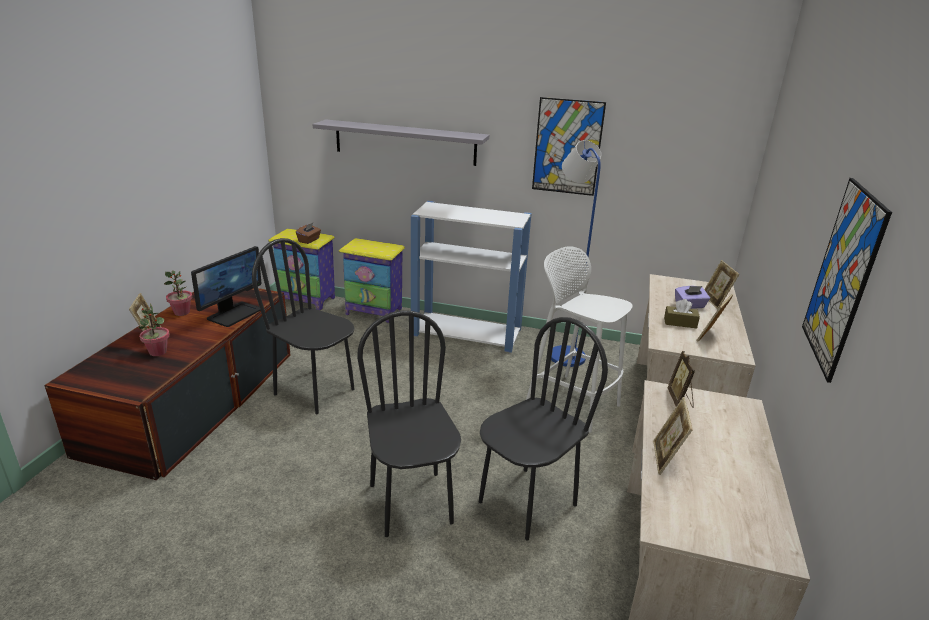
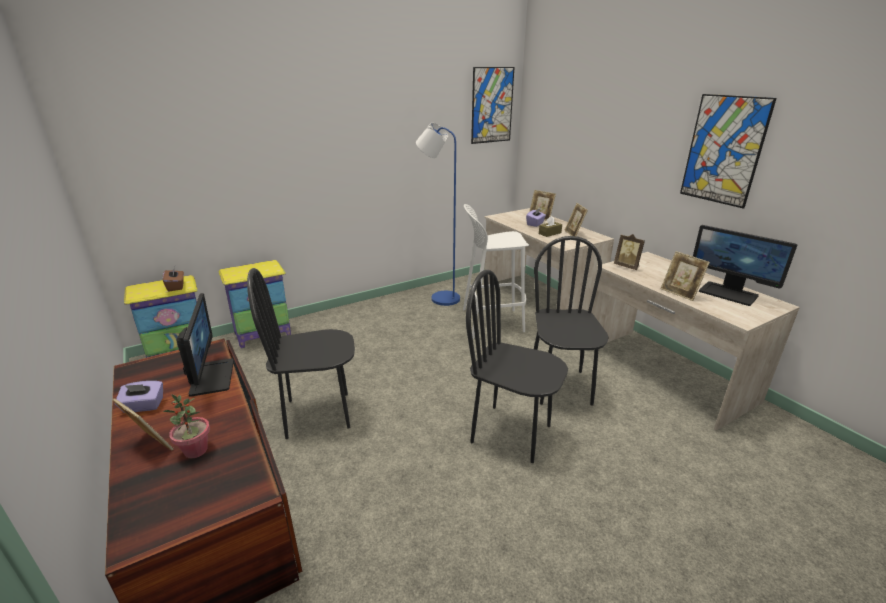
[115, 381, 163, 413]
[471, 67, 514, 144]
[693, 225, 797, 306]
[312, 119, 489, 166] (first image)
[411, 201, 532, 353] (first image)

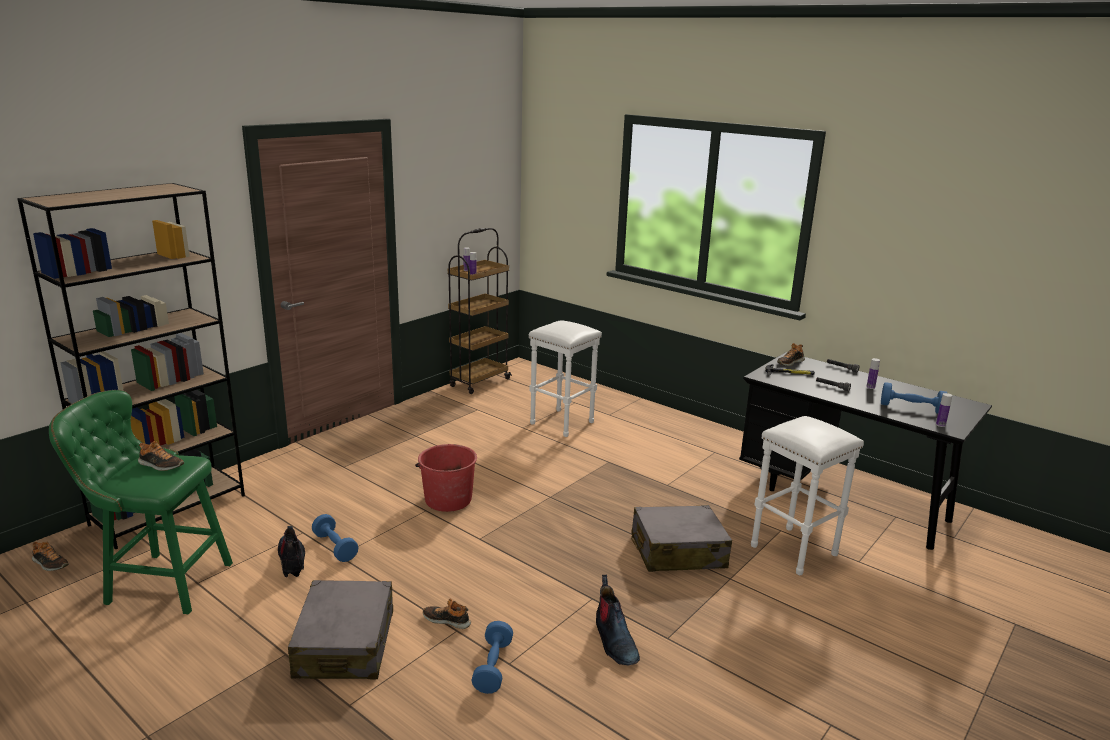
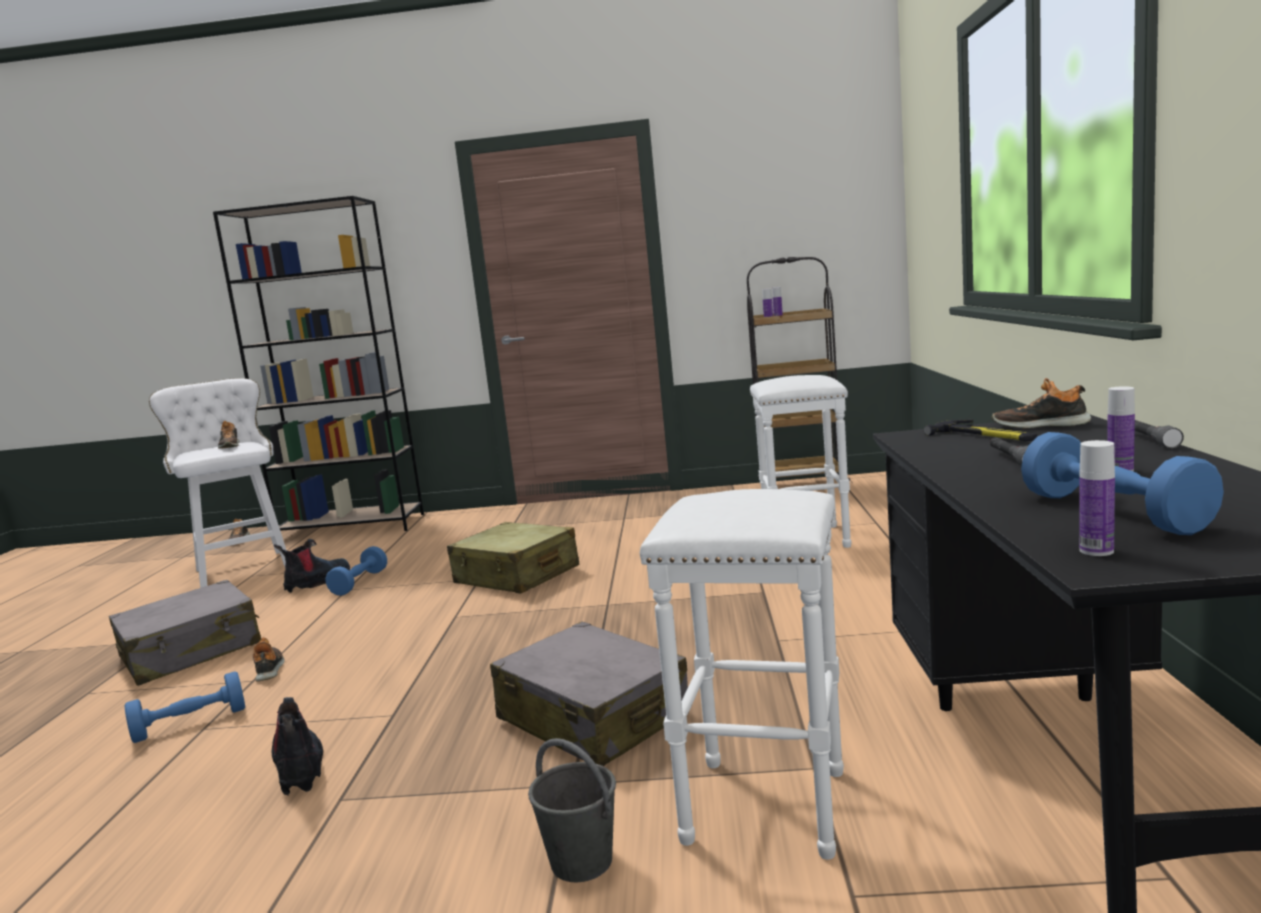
[149, 378, 286, 588]
[272, 697, 323, 795]
[447, 522, 579, 593]
[528, 738, 616, 882]

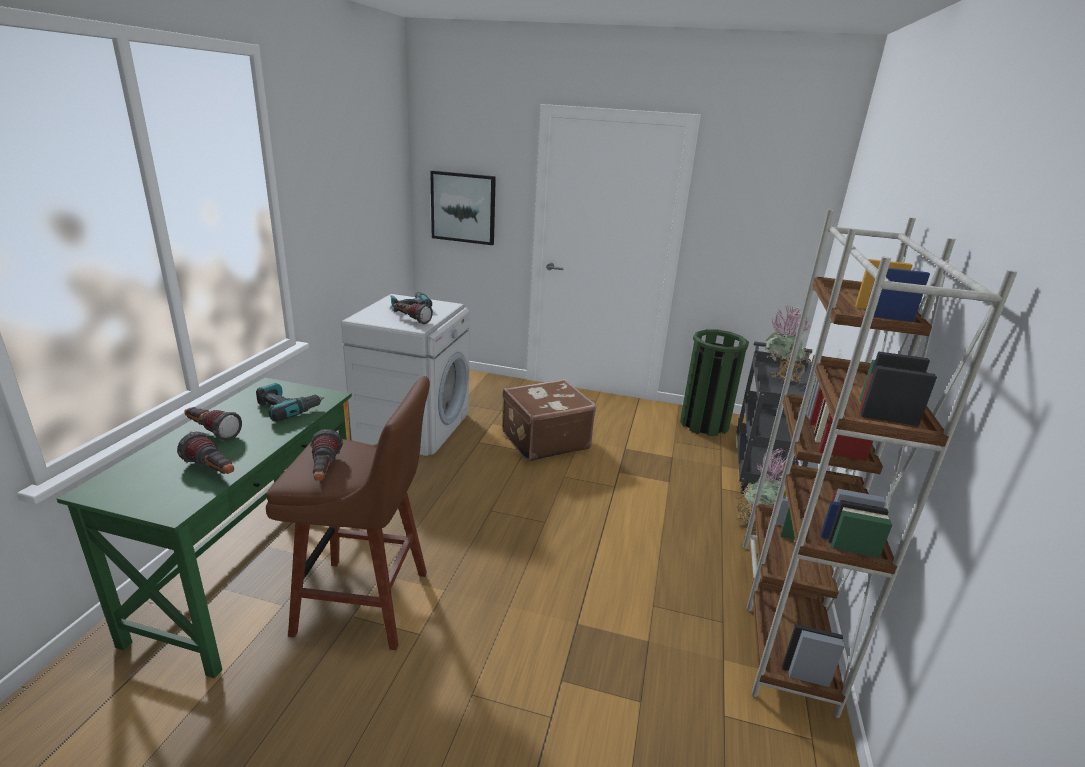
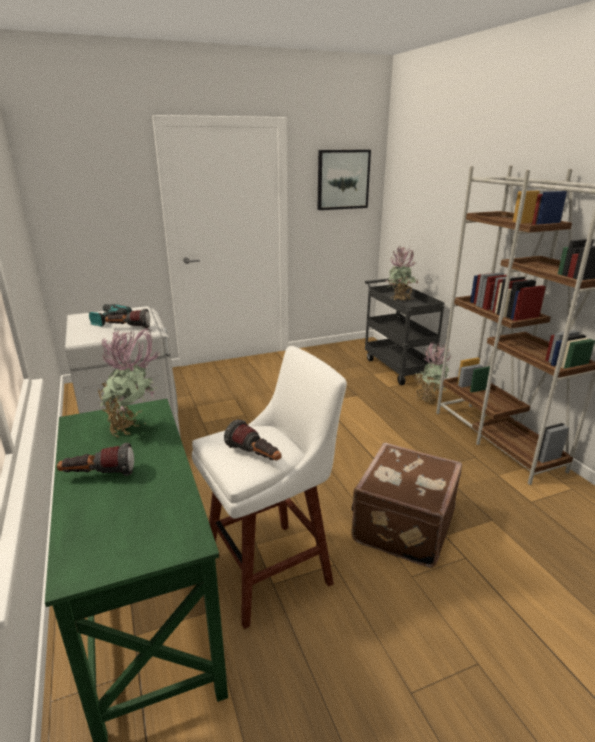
[98, 327, 161, 437]
[192, 346, 347, 629]
[317, 150, 371, 210]
[351, 442, 462, 568]
[177, 432, 234, 474] (first image)
[680, 329, 749, 436] (first image)

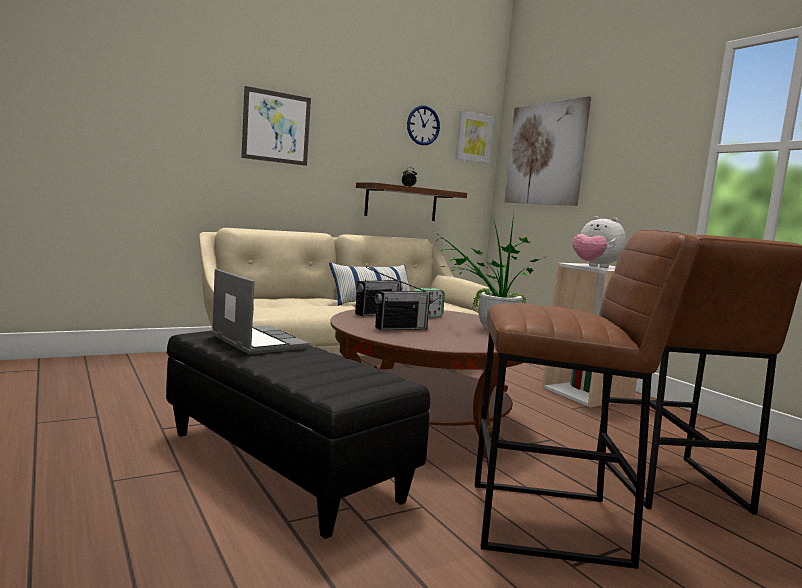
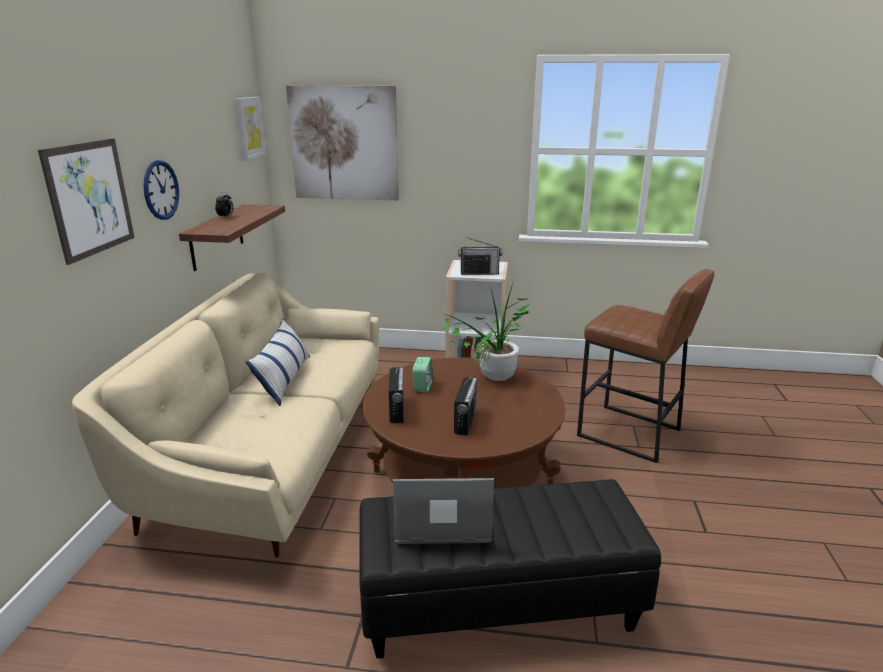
[143, 160, 179, 220]
[458, 237, 502, 275]
[475, 230, 699, 569] (first image)

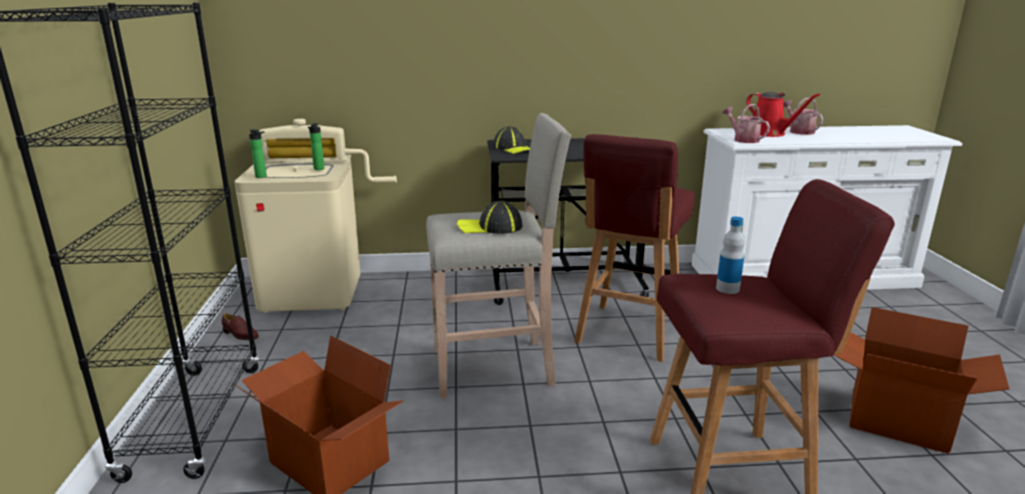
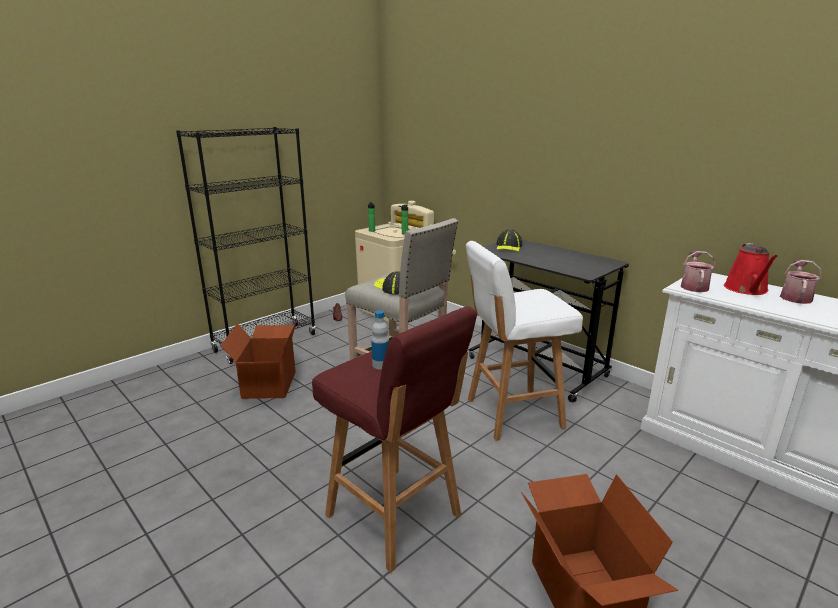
[466, 241, 583, 441]

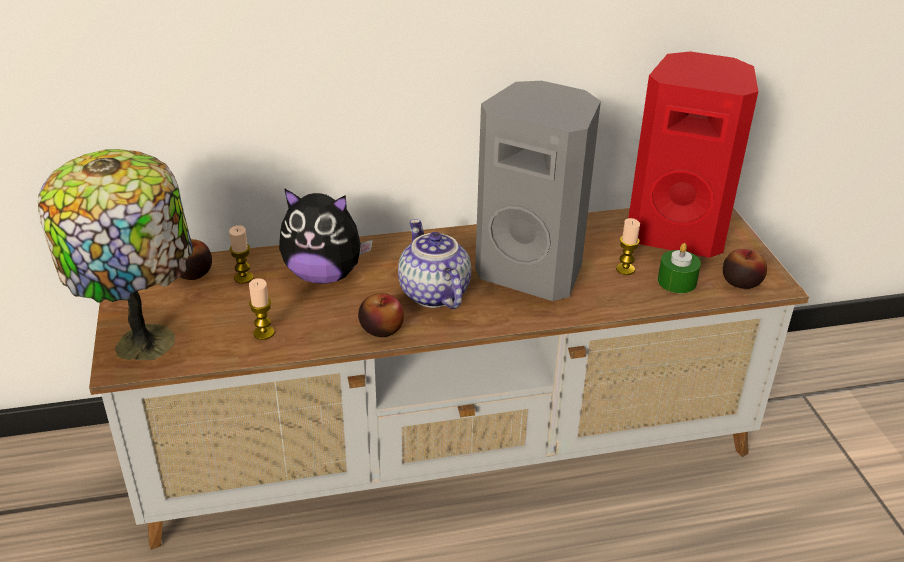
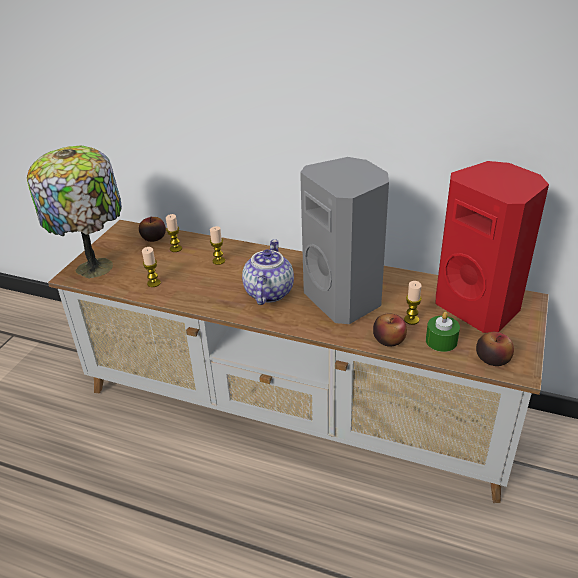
[210, 226, 225, 265]
[373, 313, 407, 347]

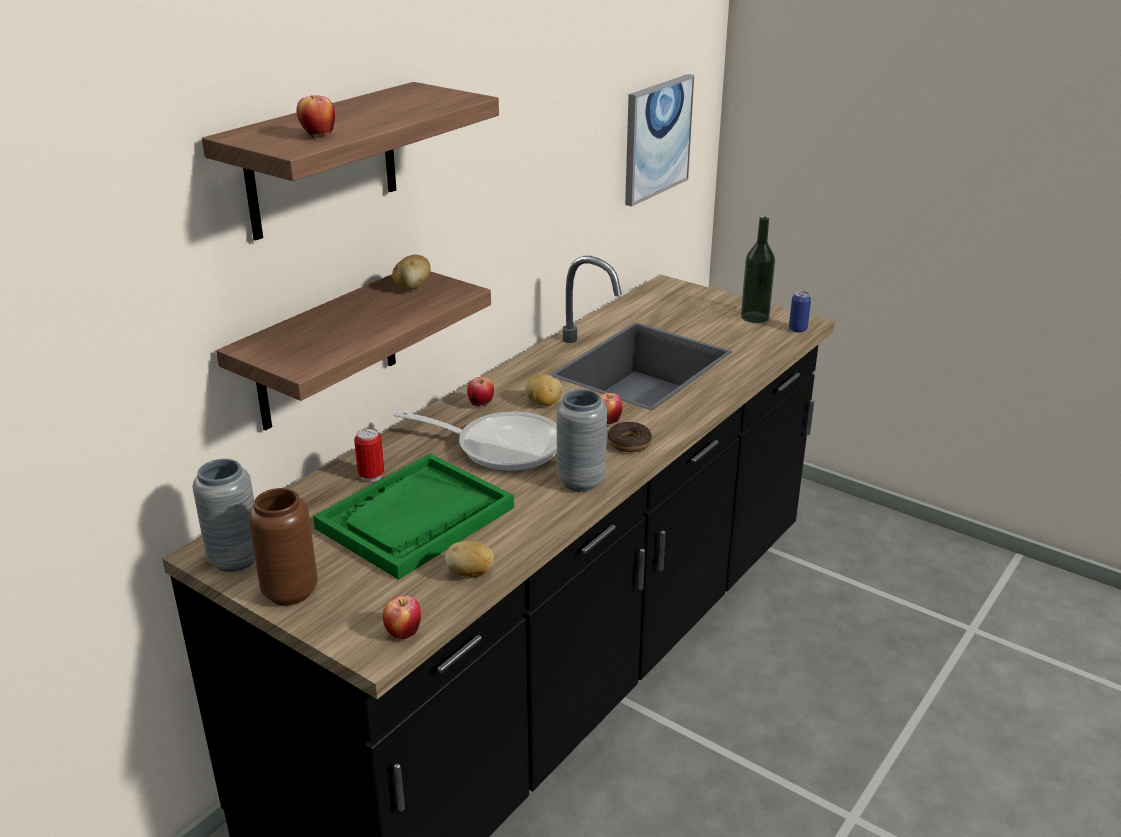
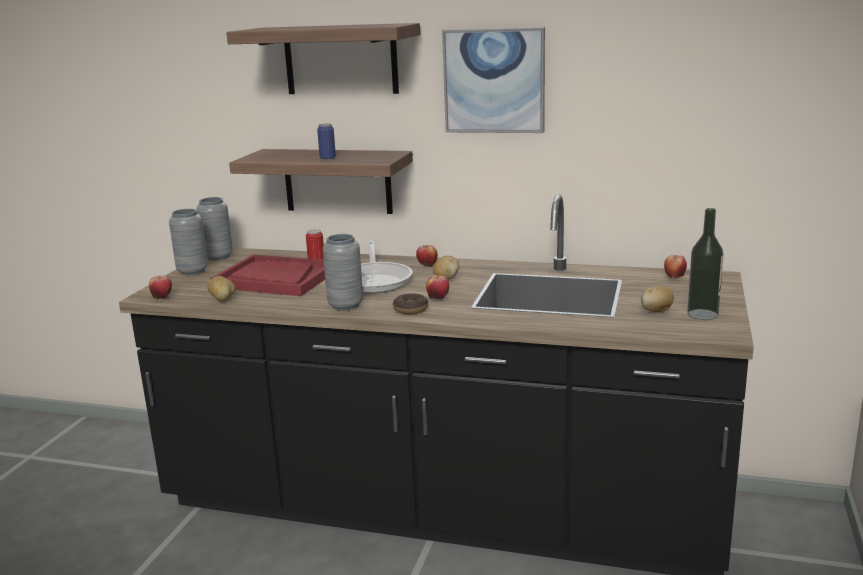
[169, 209, 208, 275]
[210, 254, 325, 296]
[317, 124, 336, 160]
[442, 27, 545, 133]
[641, 286, 674, 312]
[664, 255, 687, 278]

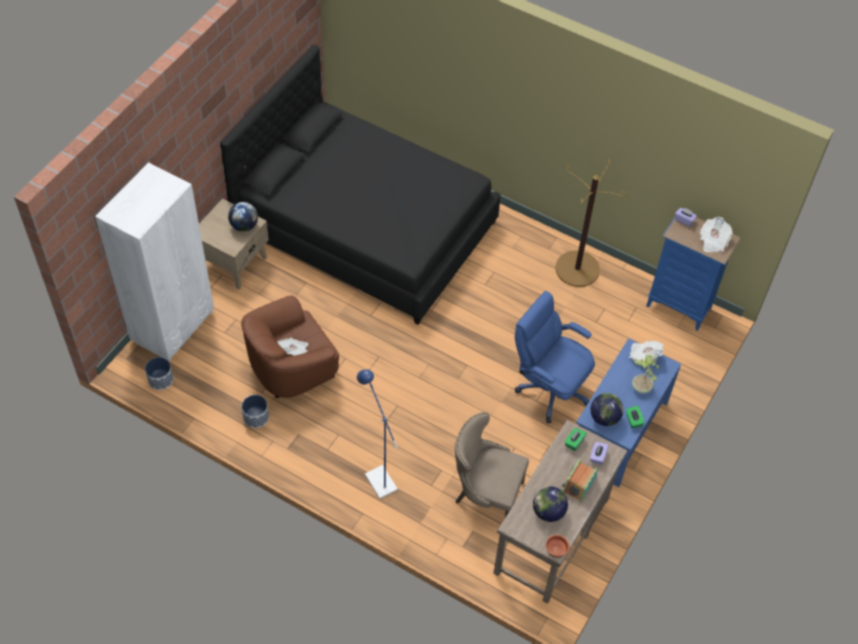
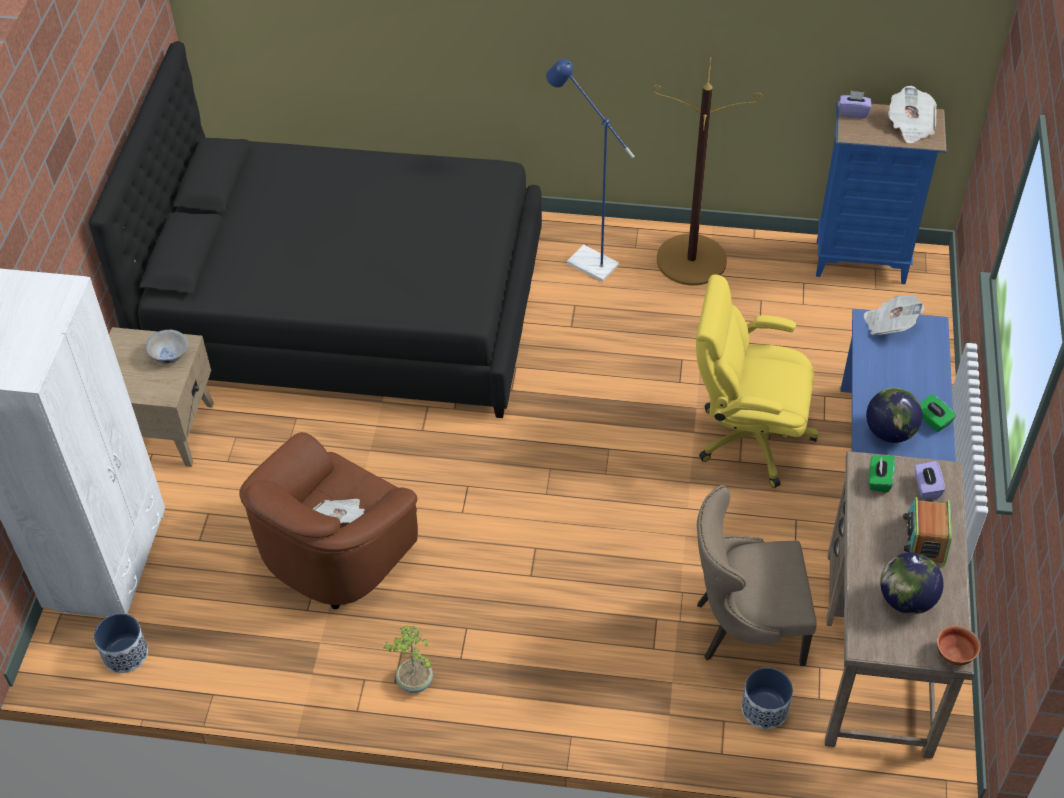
[146, 329, 188, 364]
[384, 626, 433, 693]
[546, 59, 635, 282]
[696, 275, 819, 488]
[741, 668, 793, 729]

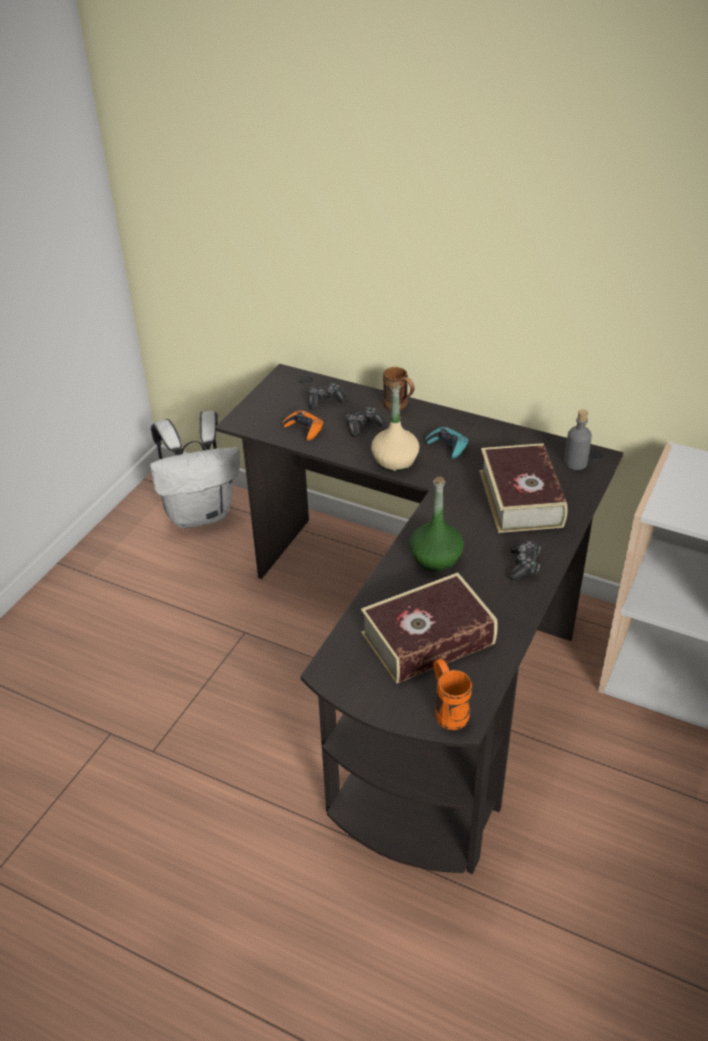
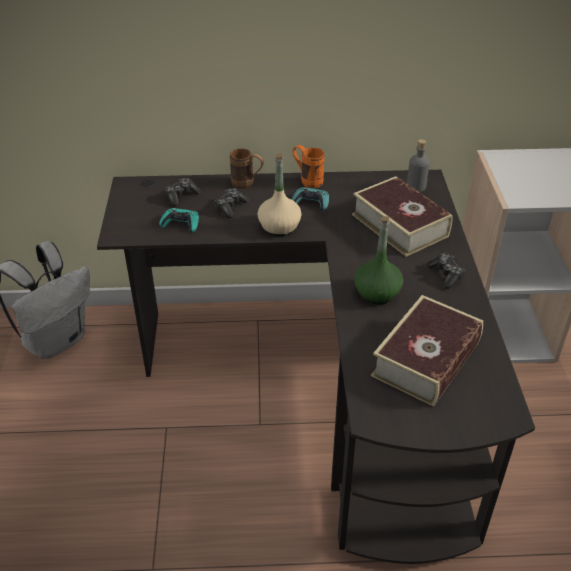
[159, 208, 199, 232]
[293, 145, 324, 188]

